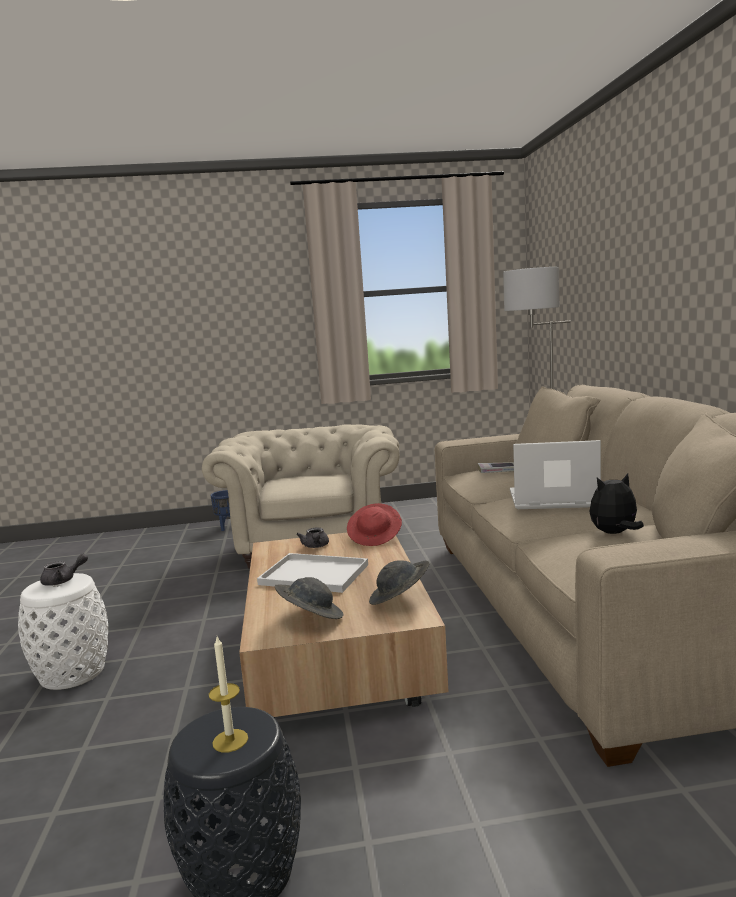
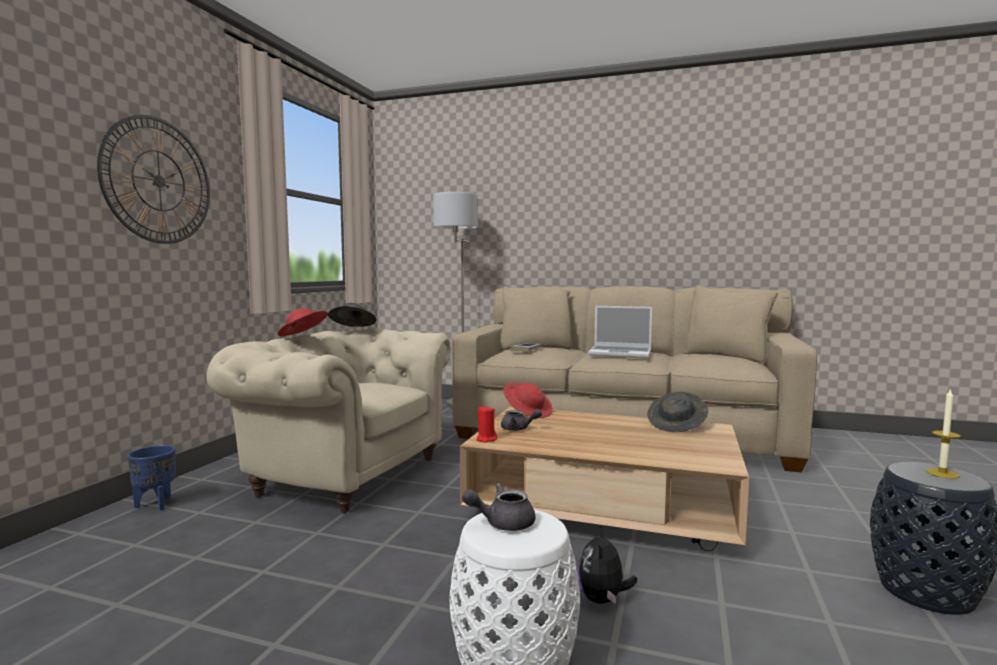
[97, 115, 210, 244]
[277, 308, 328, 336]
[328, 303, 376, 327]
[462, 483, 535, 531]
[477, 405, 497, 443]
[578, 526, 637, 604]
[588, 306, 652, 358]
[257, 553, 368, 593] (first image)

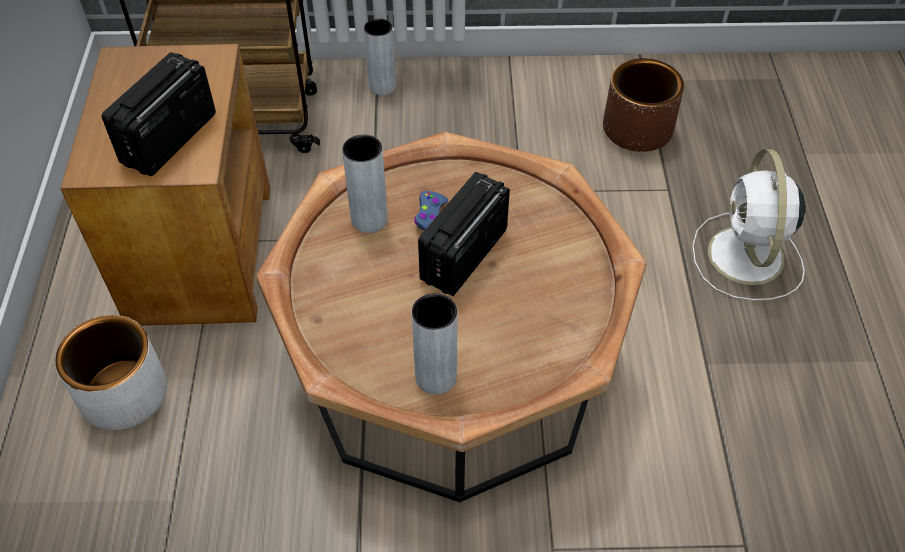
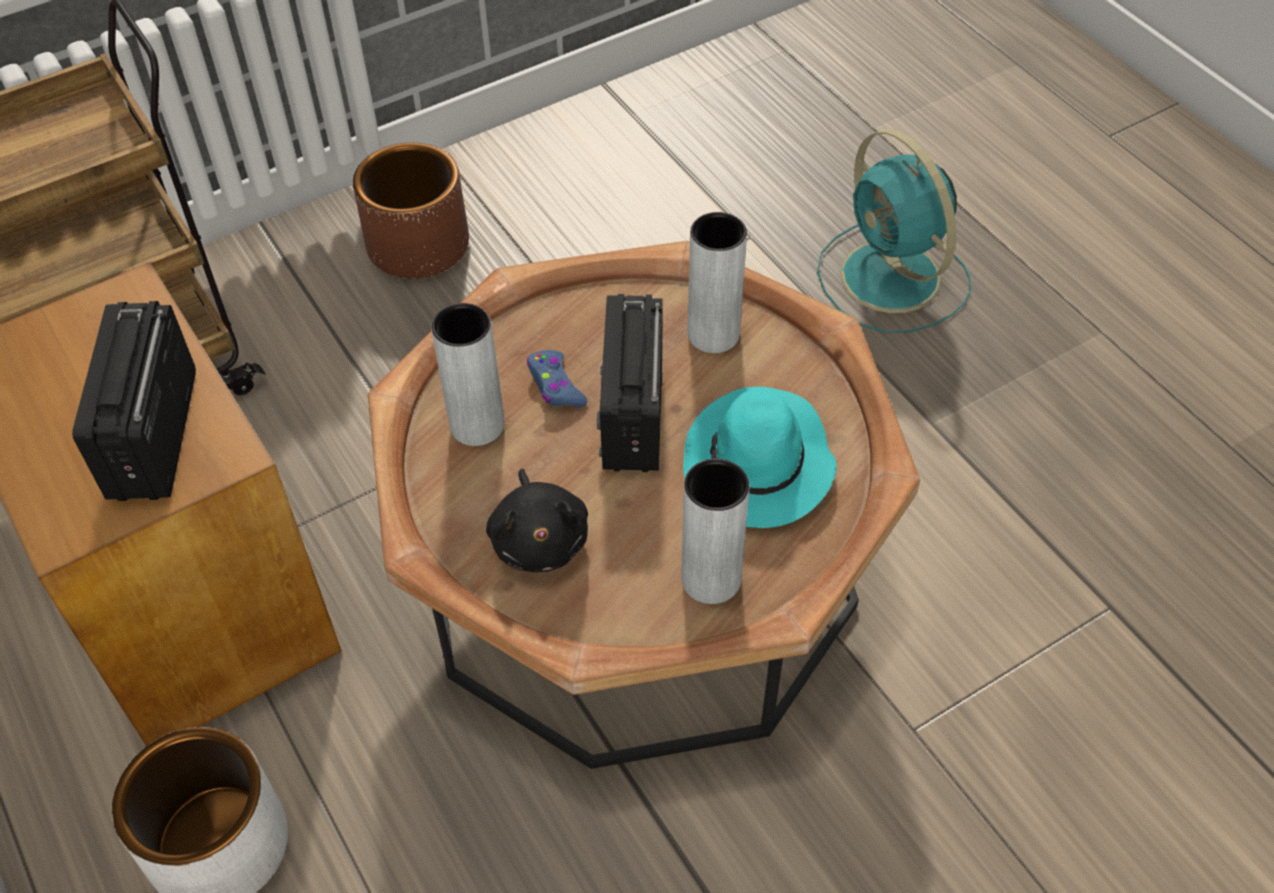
[353, 143, 469, 279]
[486, 469, 588, 572]
[683, 387, 836, 528]
[688, 212, 747, 353]
[817, 129, 971, 333]

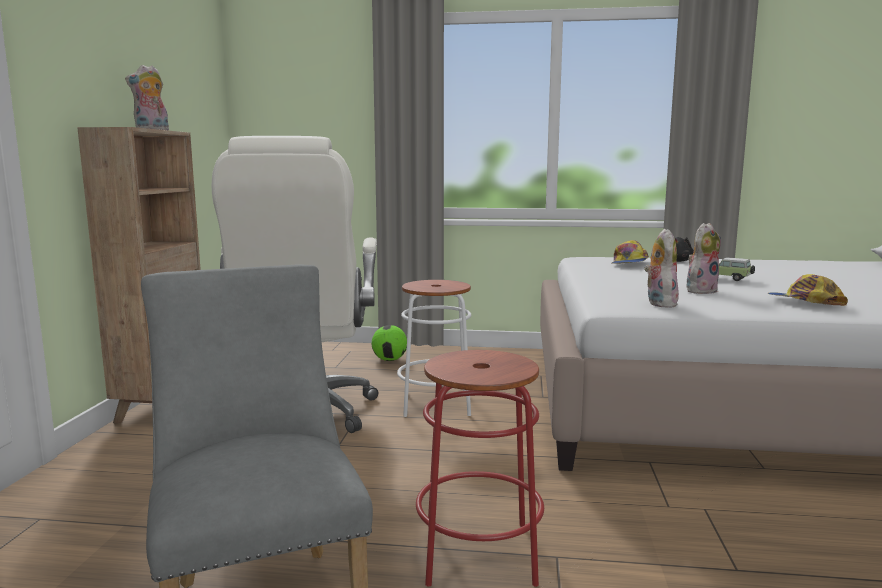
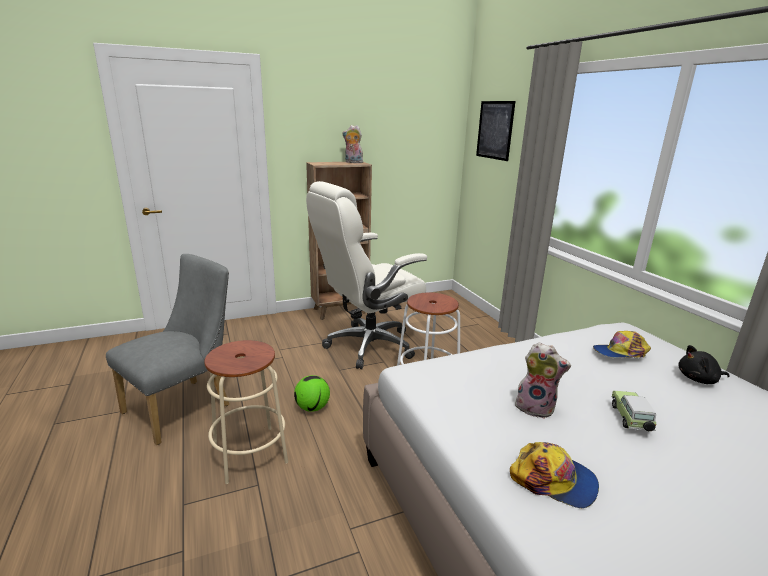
[204, 340, 288, 484]
[294, 375, 330, 412]
[476, 101, 516, 161]
[510, 442, 599, 508]
[644, 229, 679, 308] (first image)

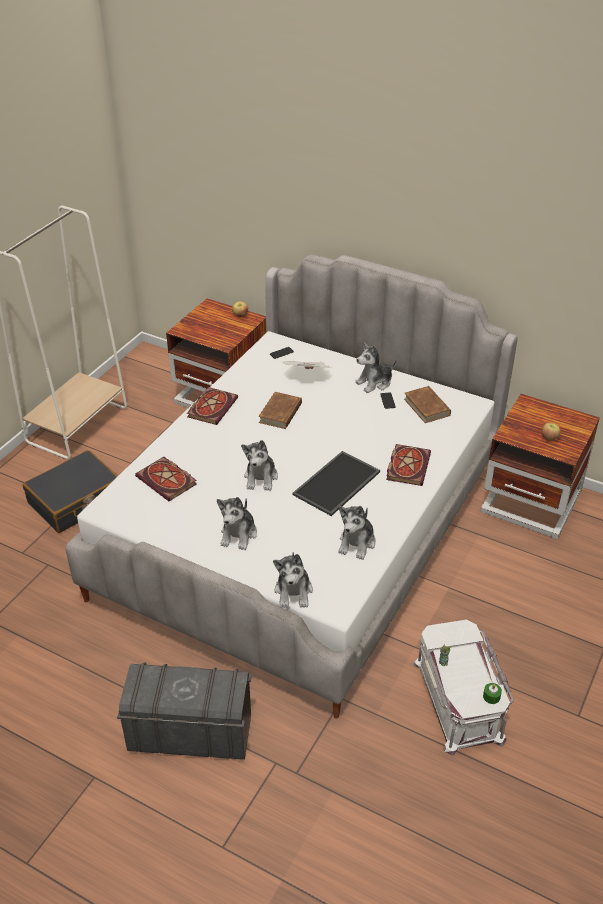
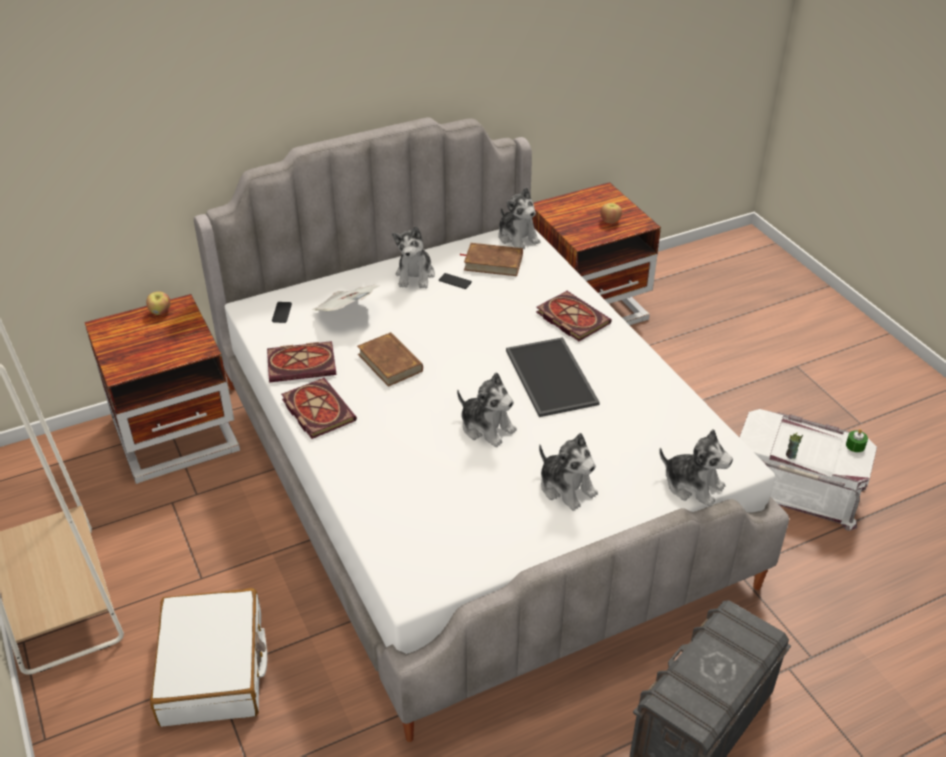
[150, 588, 267, 727]
[267, 341, 336, 383]
[498, 188, 541, 249]

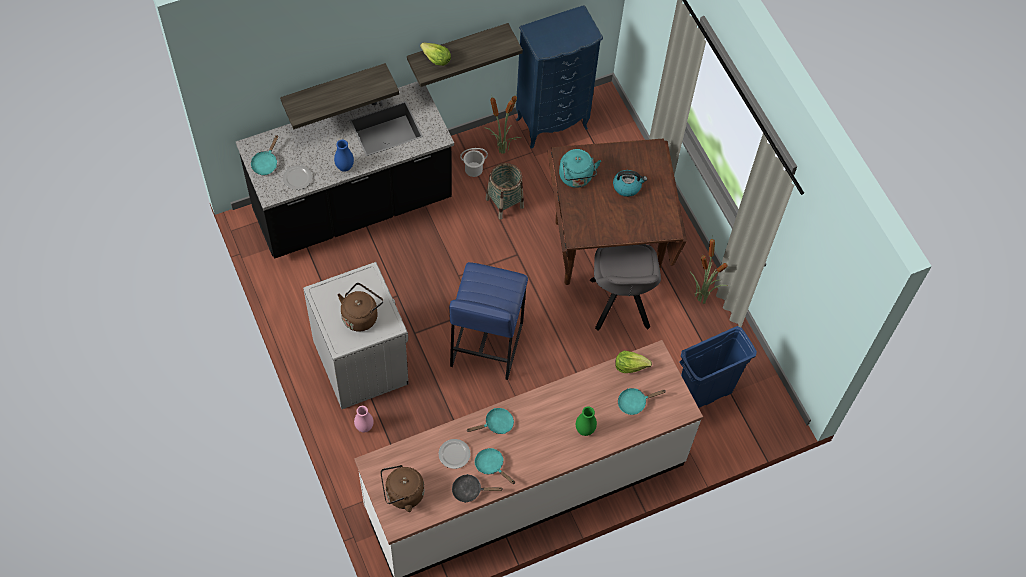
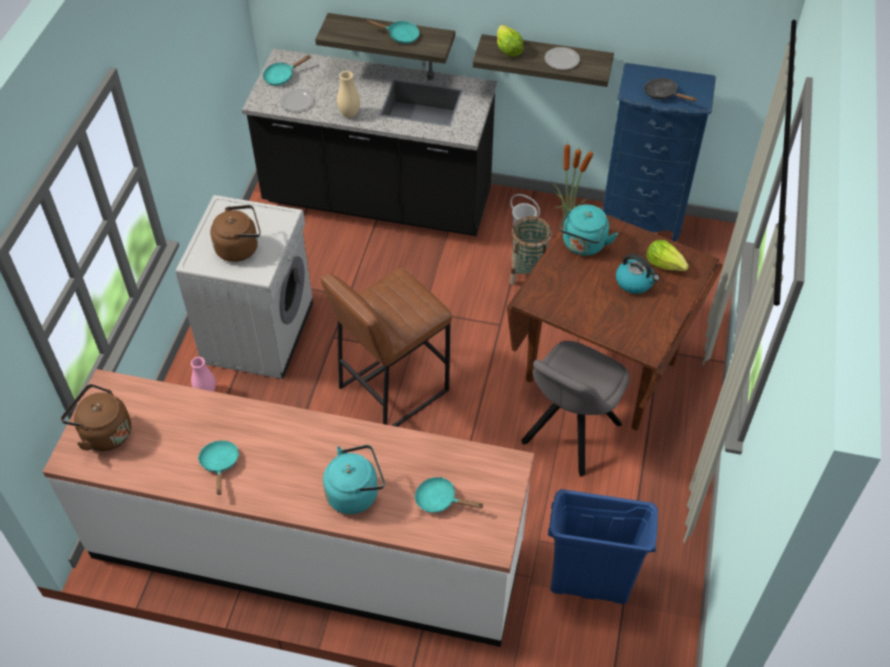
[321, 268, 452, 427]
[323, 445, 385, 514]
[337, 71, 360, 118]
[366, 20, 420, 44]
[545, 47, 580, 70]
[644, 78, 697, 102]
[646, 240, 689, 271]
[690, 238, 728, 304] (first image)

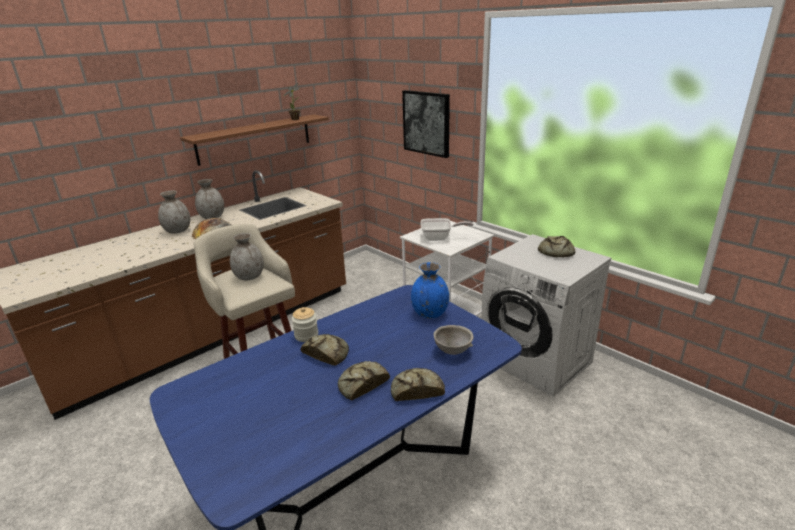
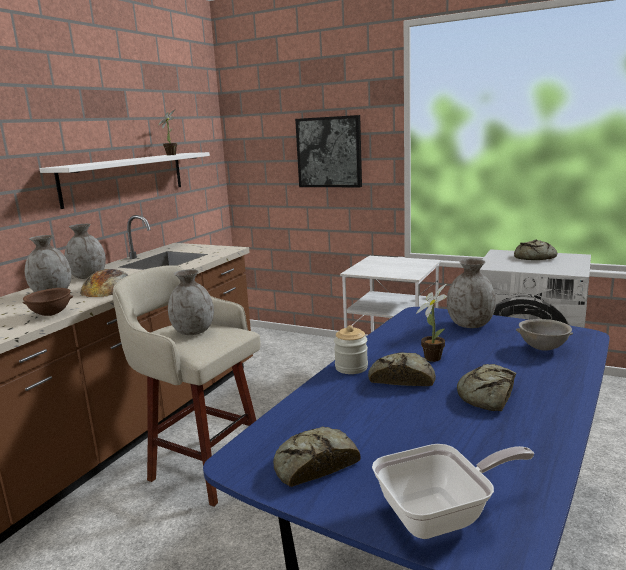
[23, 288, 73, 316]
[39, 152, 210, 209]
[273, 426, 361, 487]
[372, 444, 534, 539]
[416, 284, 447, 362]
[447, 259, 496, 328]

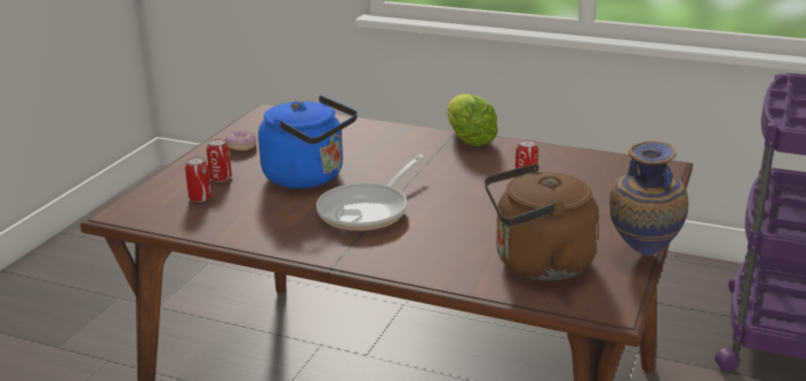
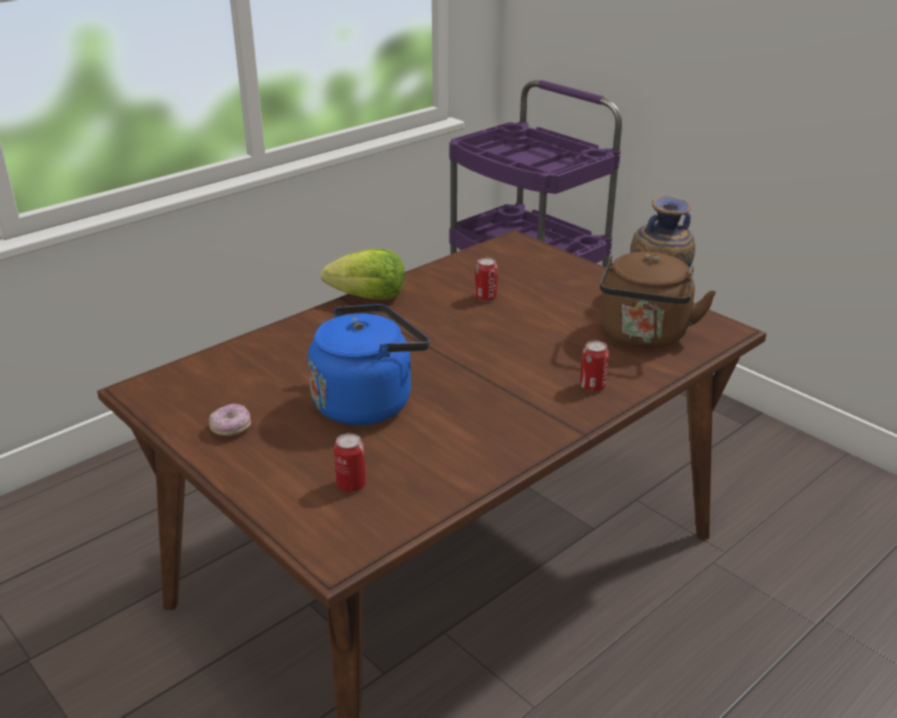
[580, 341, 609, 392]
[316, 155, 425, 231] (first image)

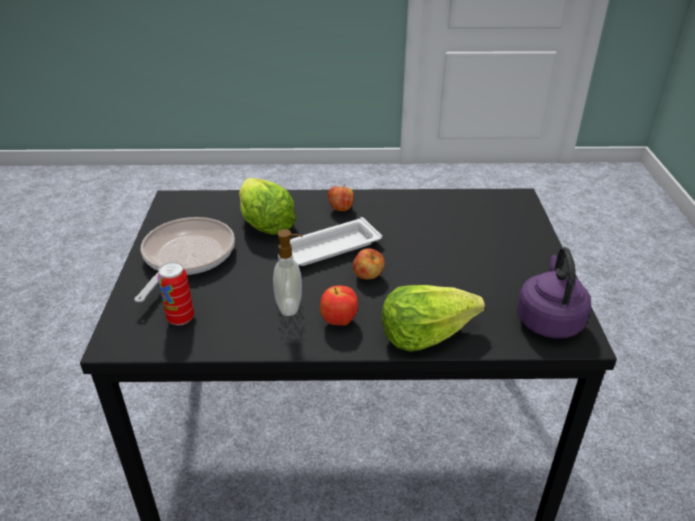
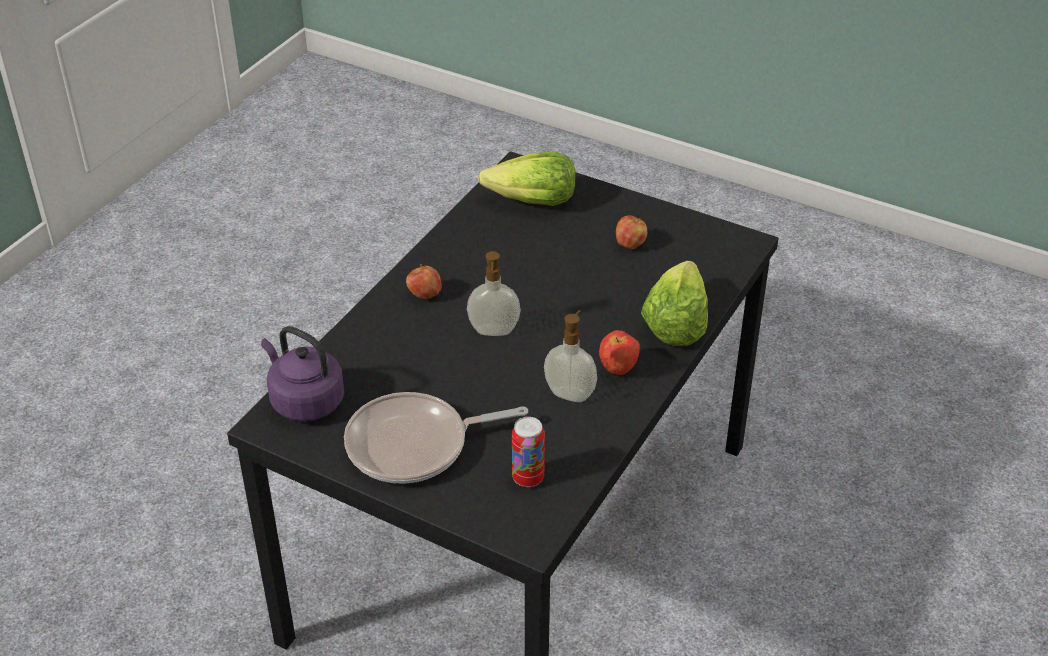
[261, 326, 344, 421]
[344, 392, 528, 484]
[467, 251, 521, 336]
[478, 152, 576, 206]
[616, 215, 647, 249]

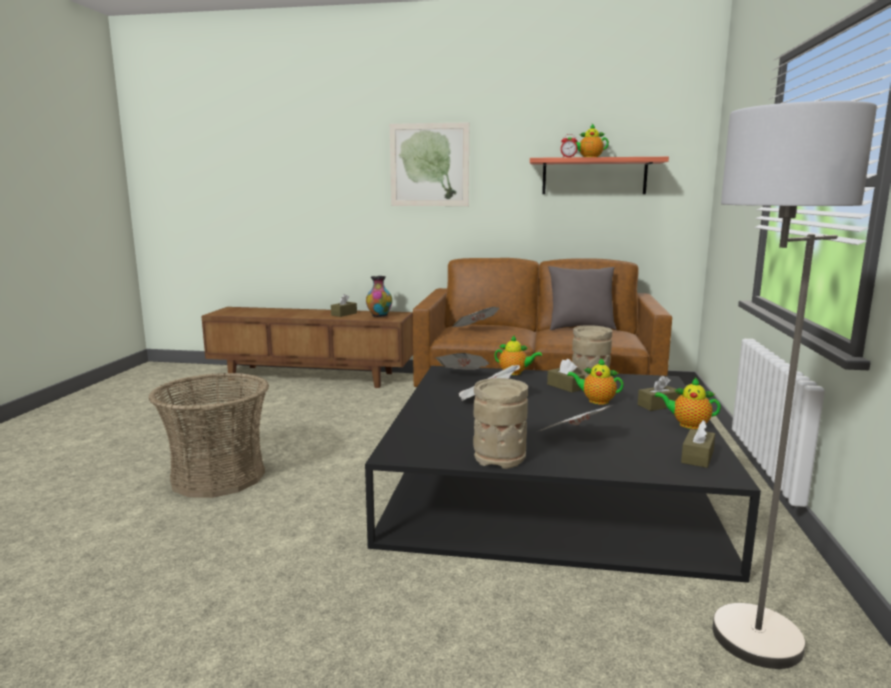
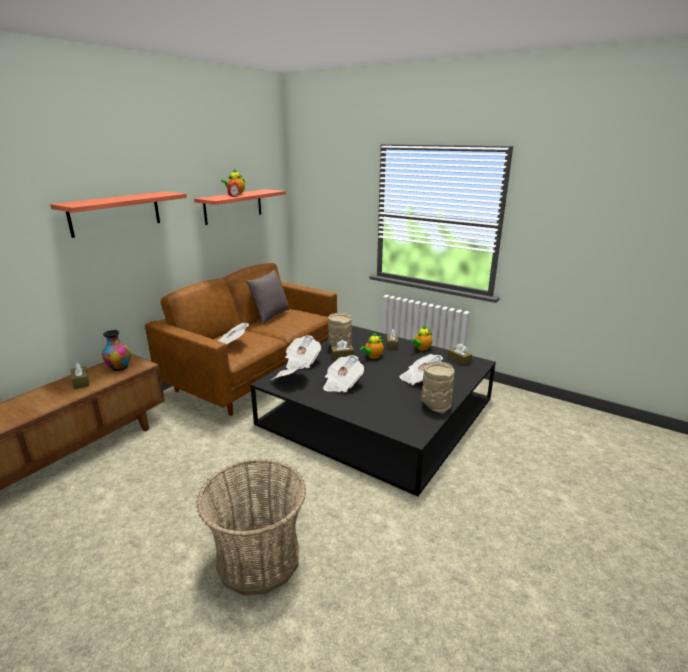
[50, 191, 187, 238]
[285, 335, 321, 369]
[712, 101, 877, 669] (first image)

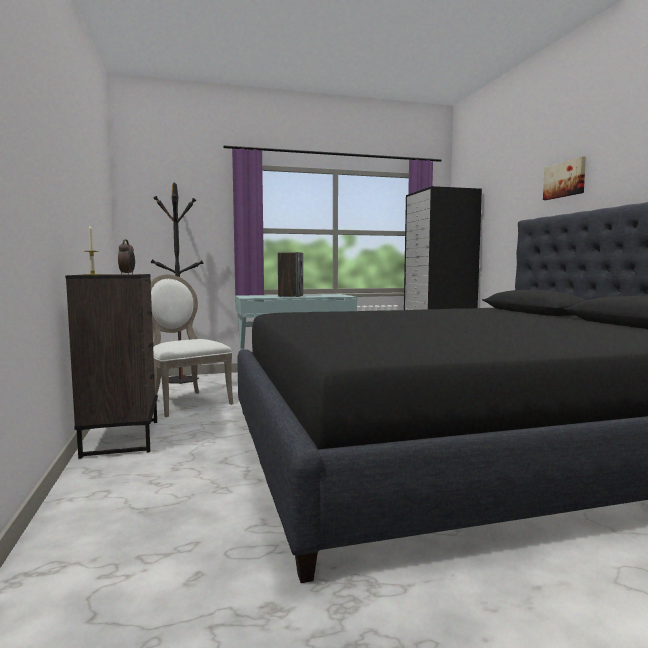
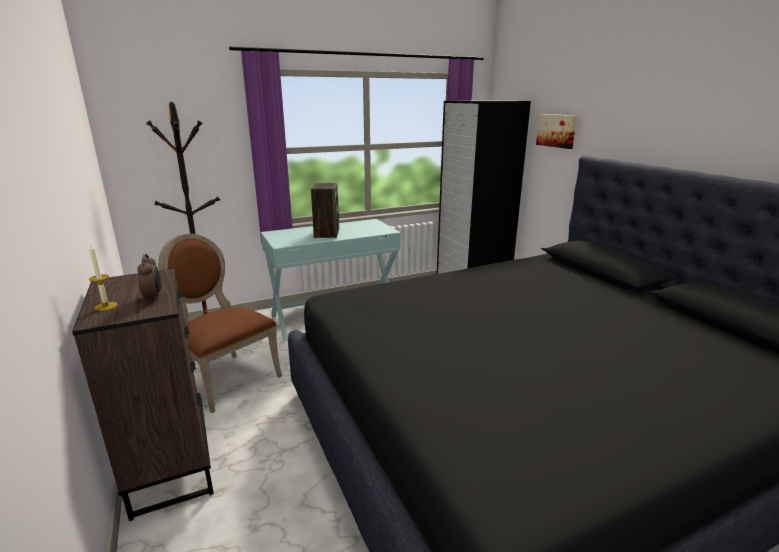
[158, 234, 282, 413]
[536, 114, 577, 149]

